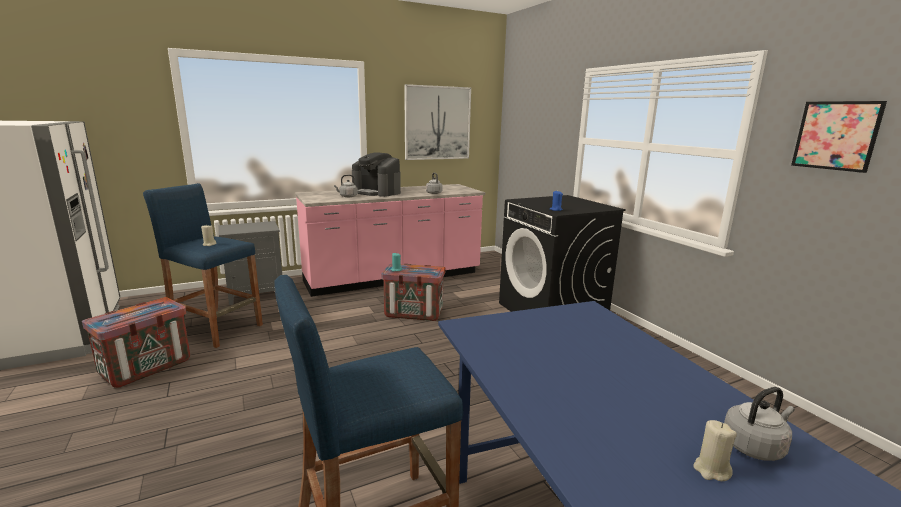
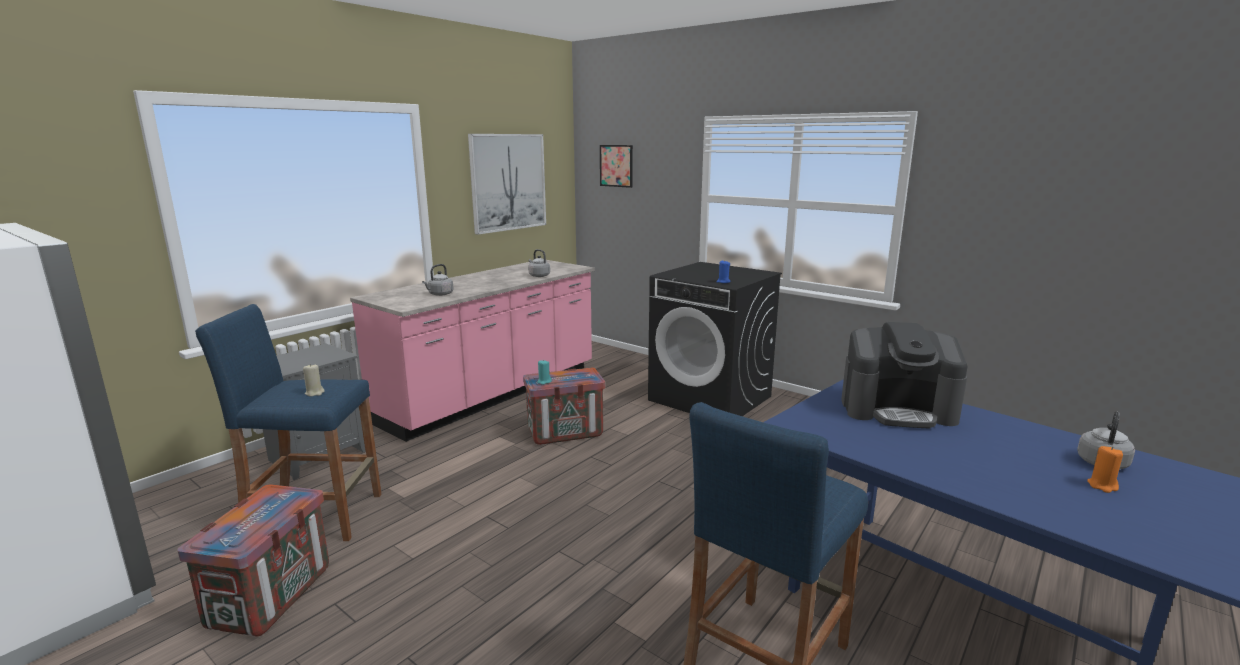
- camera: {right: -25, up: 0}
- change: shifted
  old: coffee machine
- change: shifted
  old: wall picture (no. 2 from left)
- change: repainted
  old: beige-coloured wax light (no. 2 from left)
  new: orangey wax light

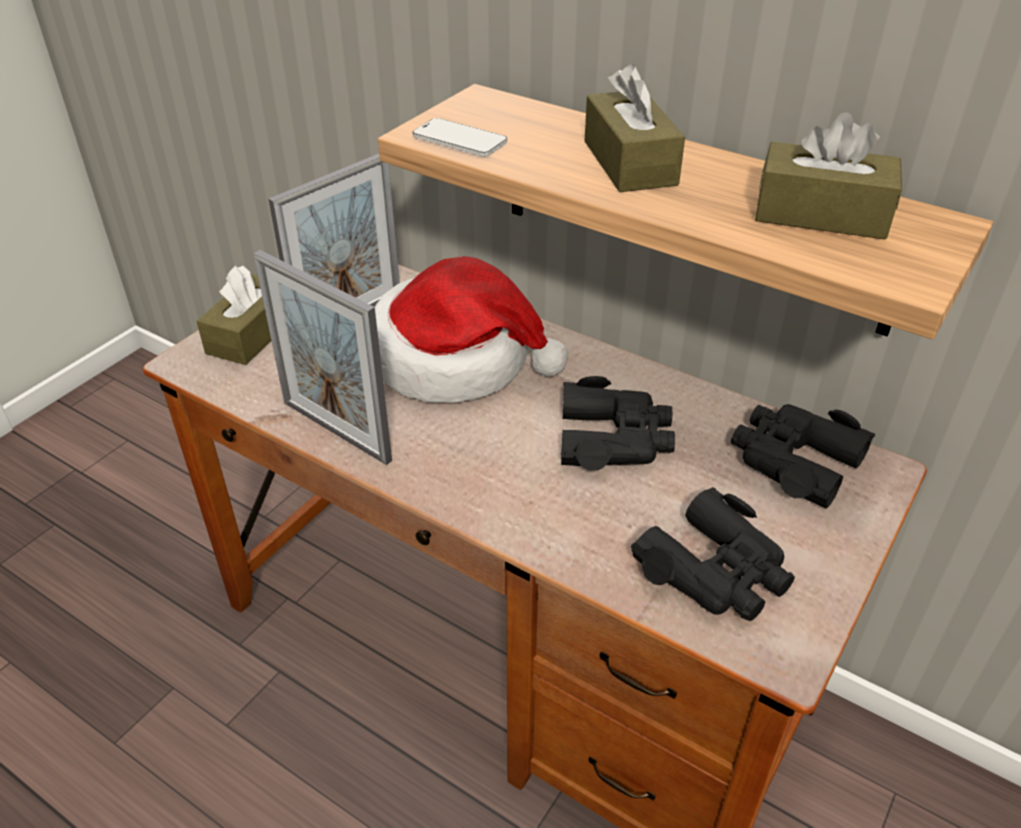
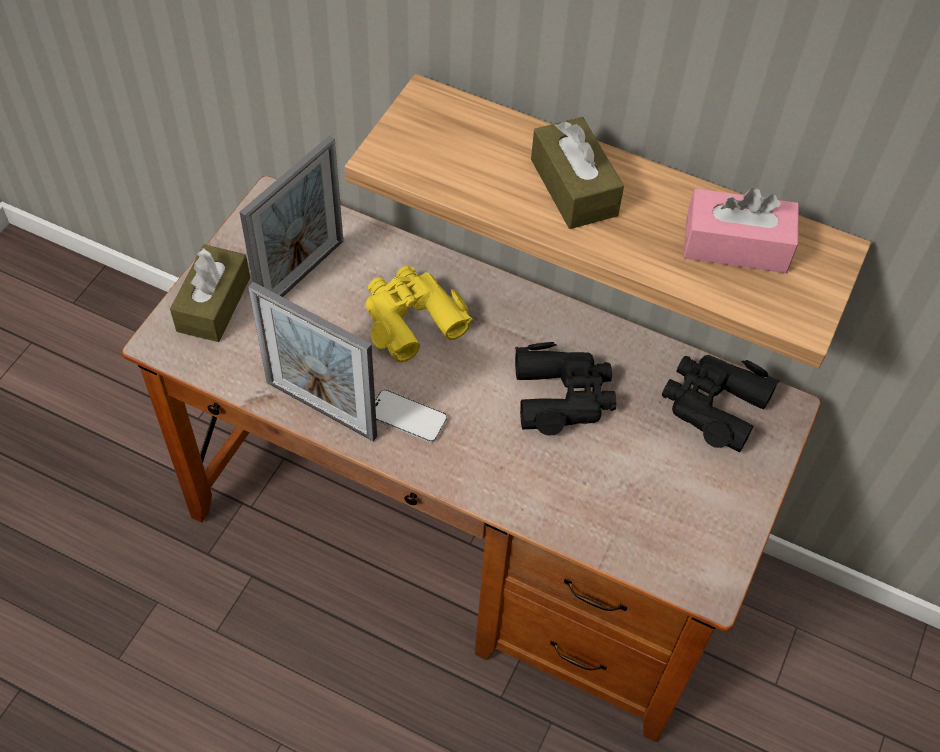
- camera: {right: -10, up: 15}
- change: gone
  old: black-coloured binoculars (no. 2 from left)
- change: shifted
  old: telephone
- change: swapped
  old: clothing hat
  new: yellow-coloured binoculars
- change: repainted
  old: brown-coloured box of tissues (no. 3 from left)
  new: pink-coloured box of tissues

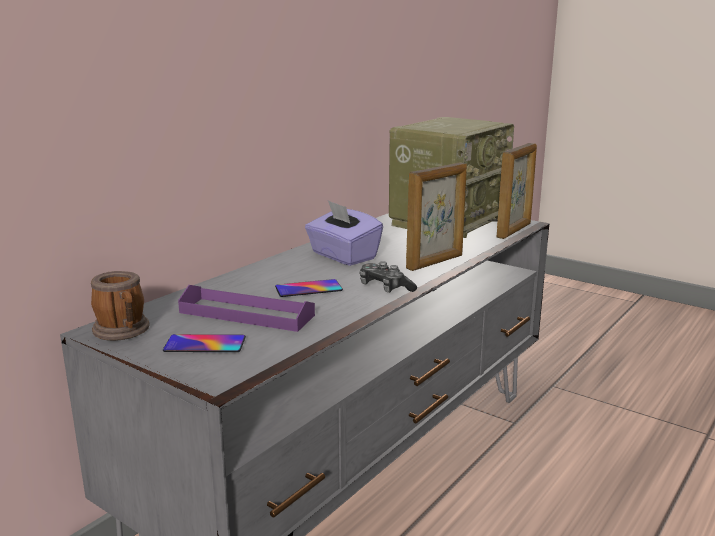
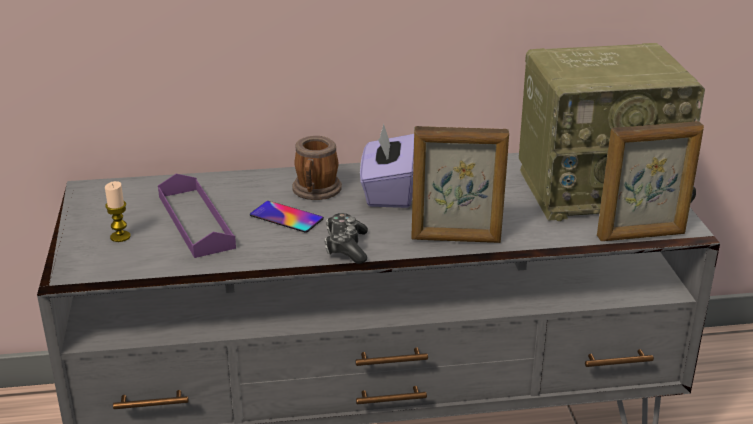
- camera: {right: 45, up: 10}
- change: shifted
  old: mug
- change: swapped
  old: telephone (no. 1 from left)
  new: wax light

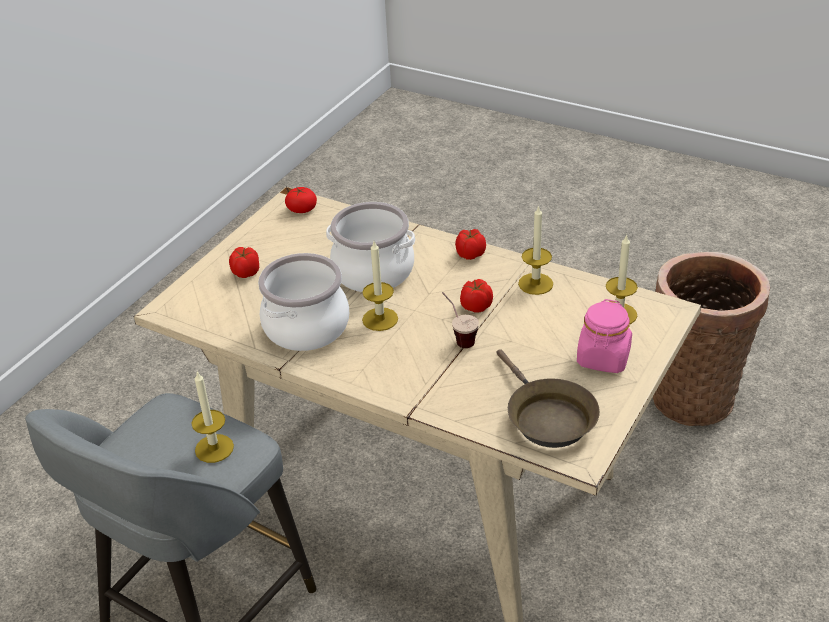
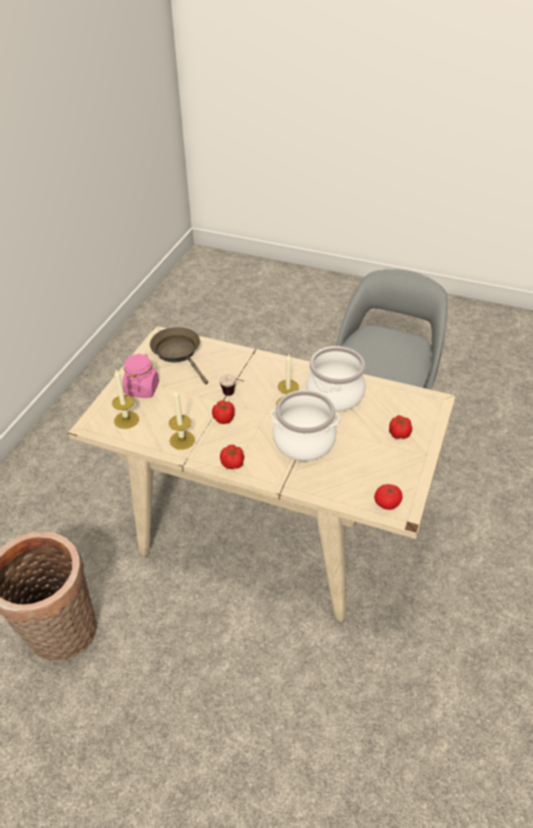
- camera: {right: 170, up: 5}
- change: gone
  old: wax light (no. 1 from left)

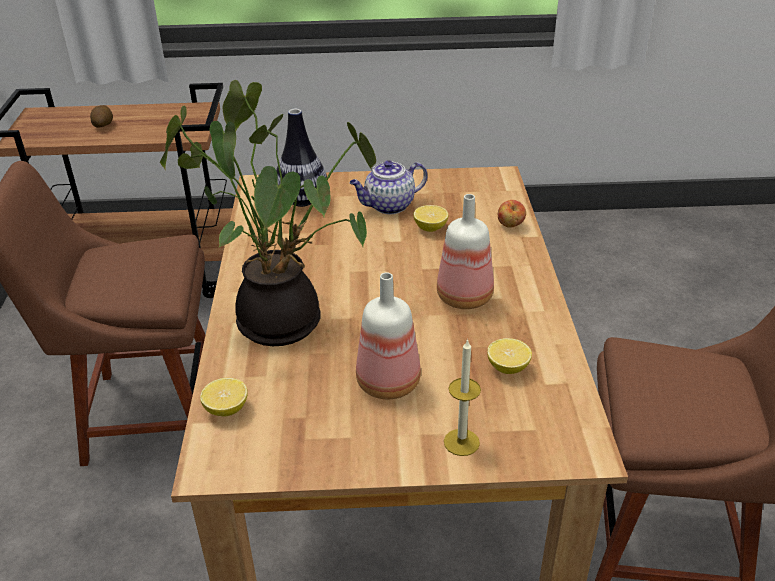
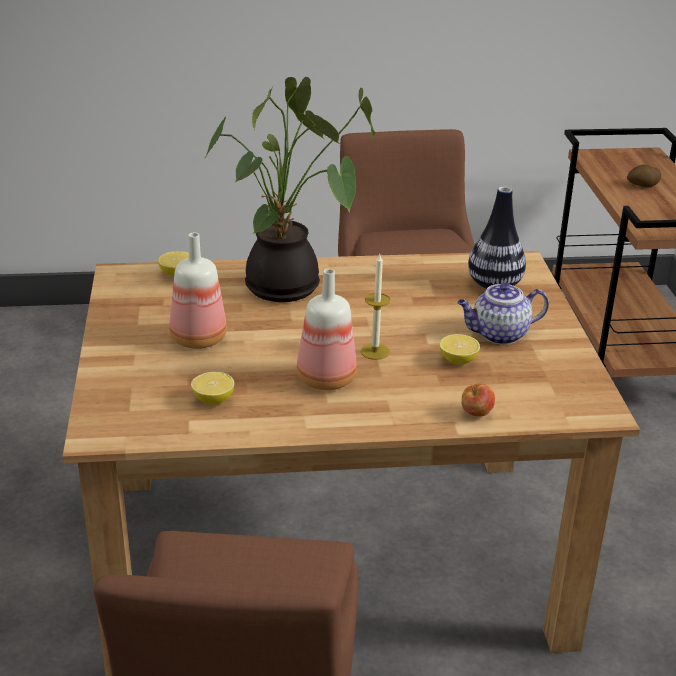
- camera: {right: 85, up: -5}
- change: shifted
  old: wax light
- change: rotated
  old: tea pot
  degrees: -75

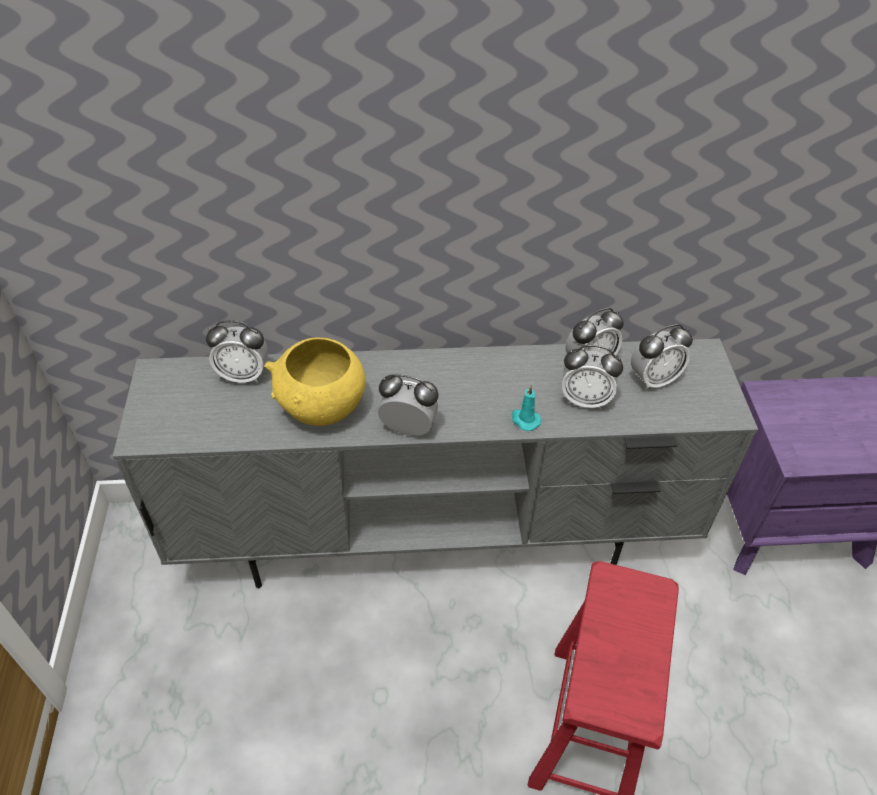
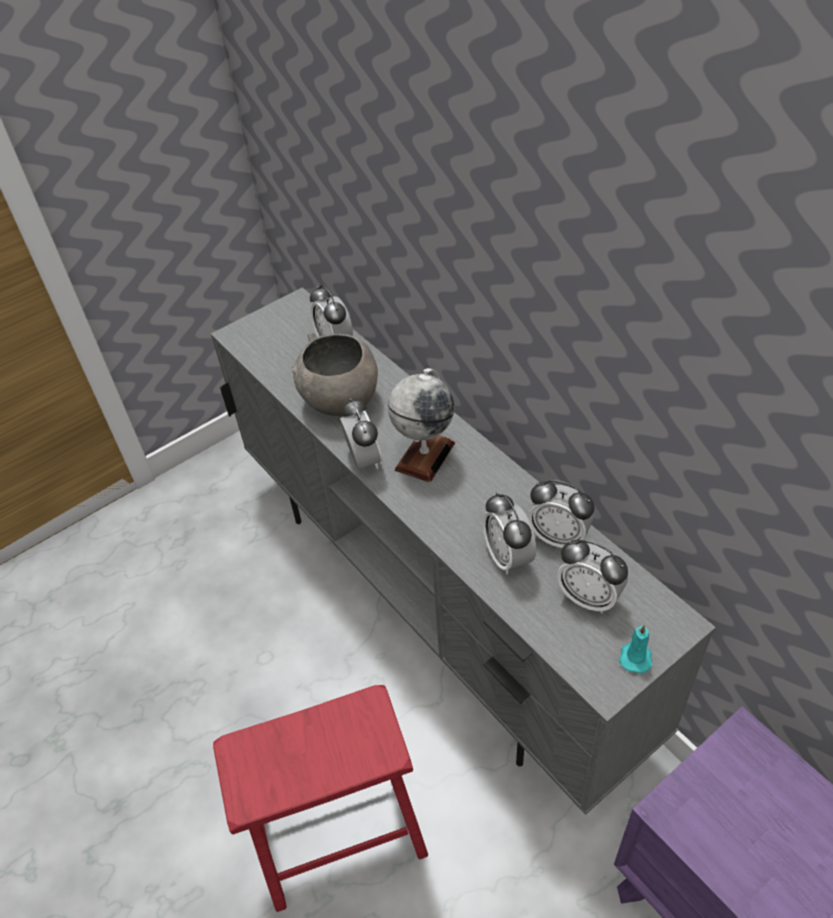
- camera: {right: 60, up: 0}
- change: new
  new: globe
- change: shifted
  old: blue-green wax light
- change: repainted
  old: yellow-coloured serving bowl
  new: grey serving bowl

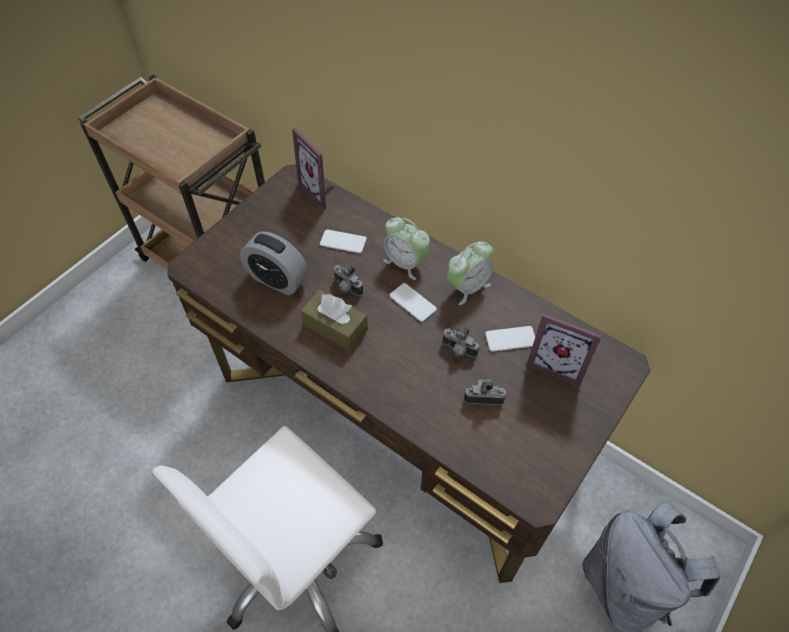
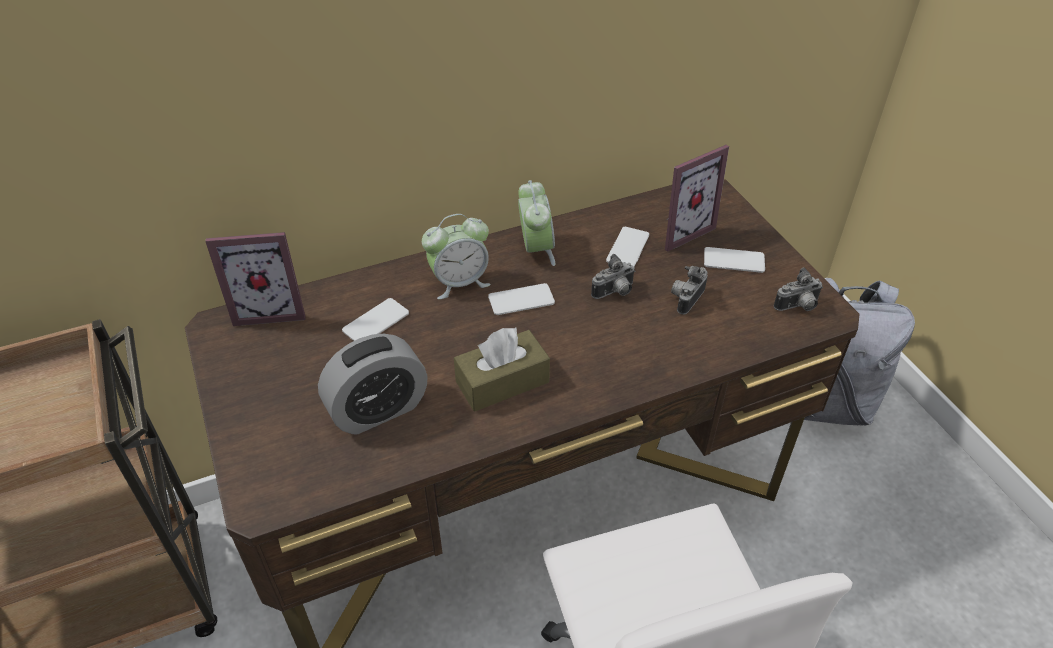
- camera: {right: -60, up: -10}
- change: new
  new: telephone (no. 4 from left)
- change: shifted
  old: photo camera (no. 1 from left in the first image)
  new: photo camera (no. 3 from left)

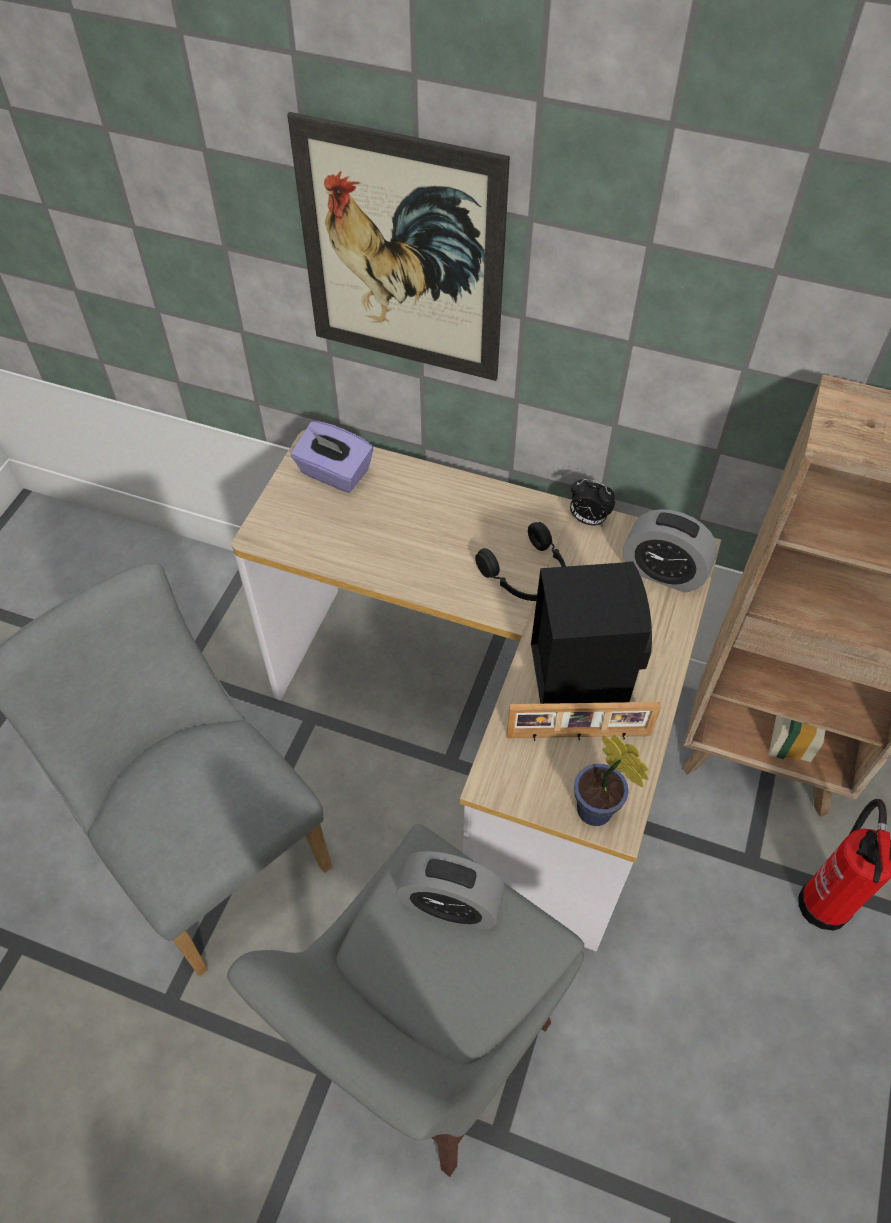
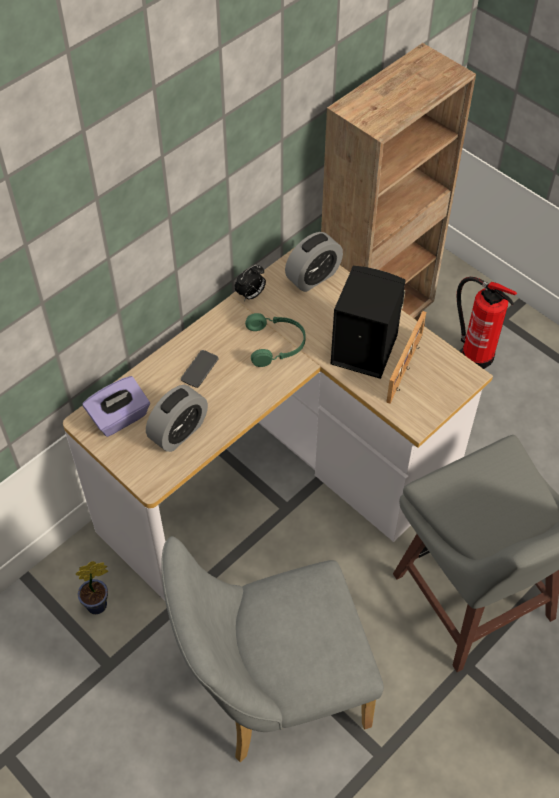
- camera: {right: -65, up: 0}
- change: gone
  old: wall picture
- change: new
  new: telephone
- change: shifted
  old: bedside clock (no. 1 from left)
- change: shifted
  old: houseplant
- change: repainted
  old: black-coloured headphones
  new: green headphones

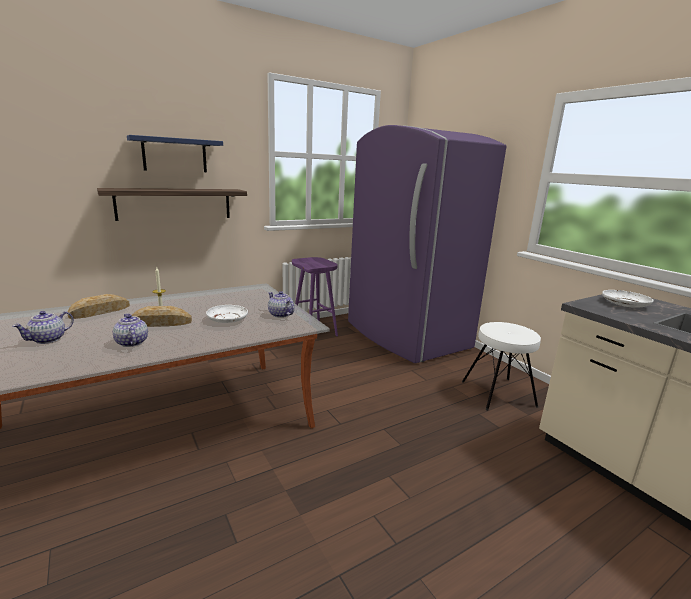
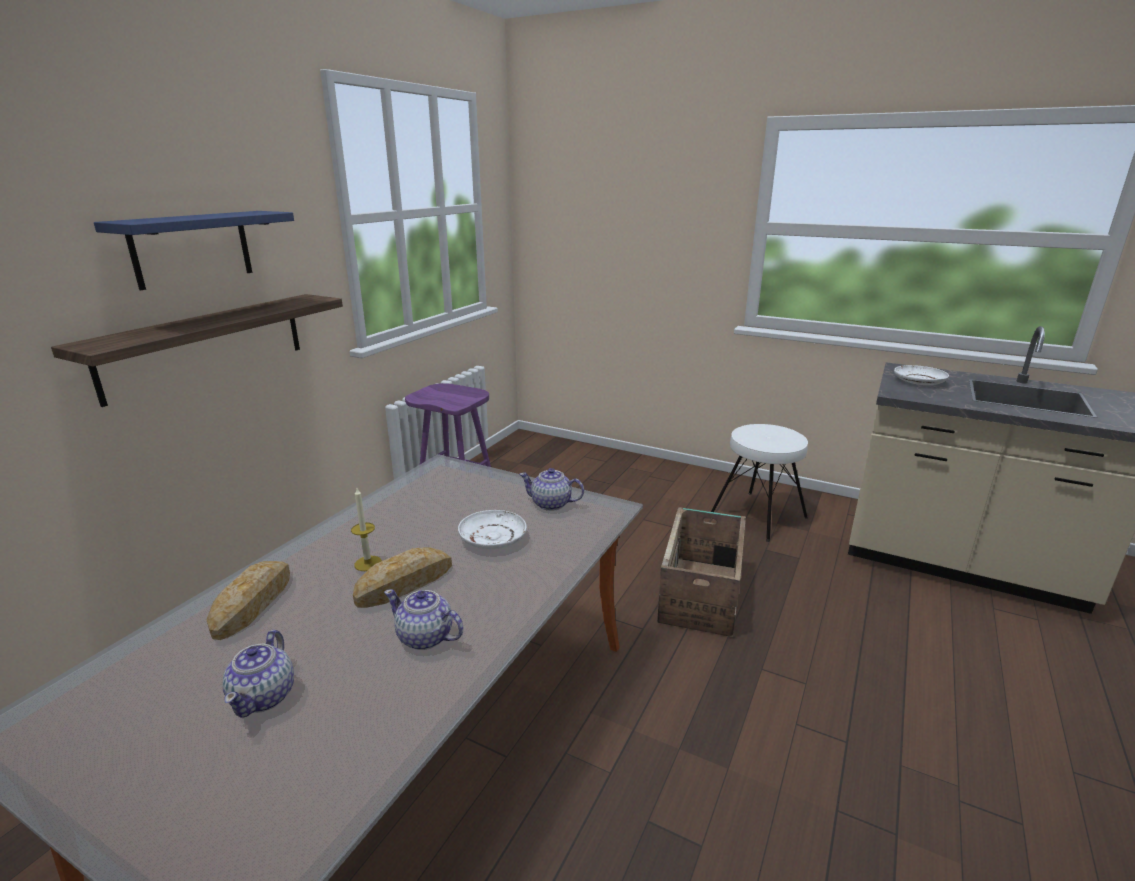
- camera: {right: -30, up: 5}
- change: gone
  old: purplish kitchen fridge
- change: new
  new: shipping crate

